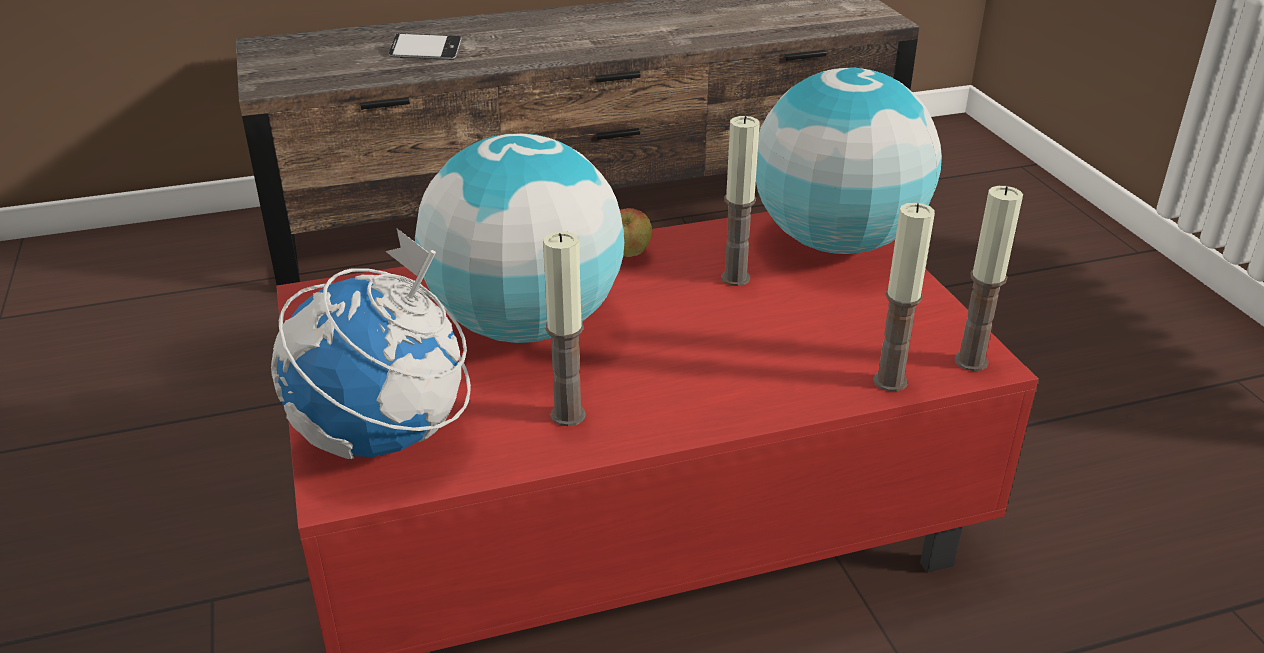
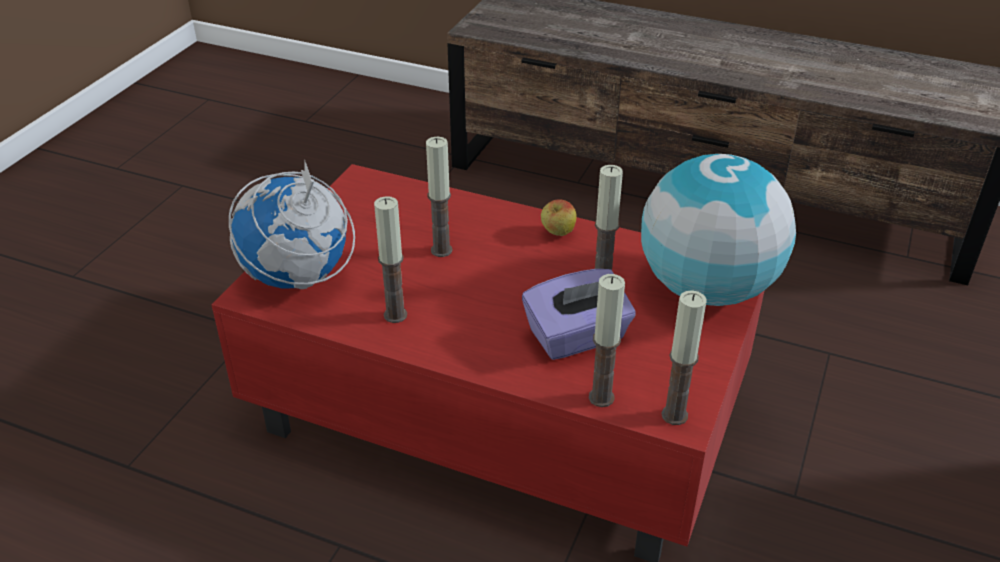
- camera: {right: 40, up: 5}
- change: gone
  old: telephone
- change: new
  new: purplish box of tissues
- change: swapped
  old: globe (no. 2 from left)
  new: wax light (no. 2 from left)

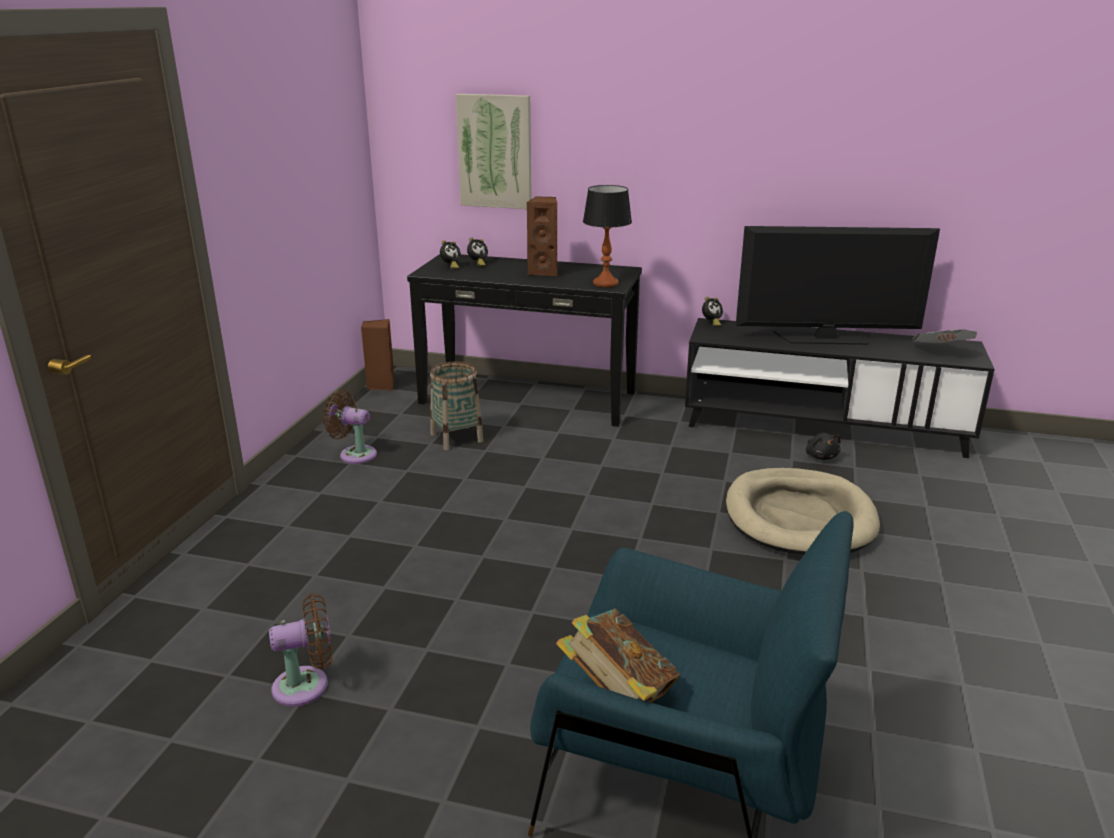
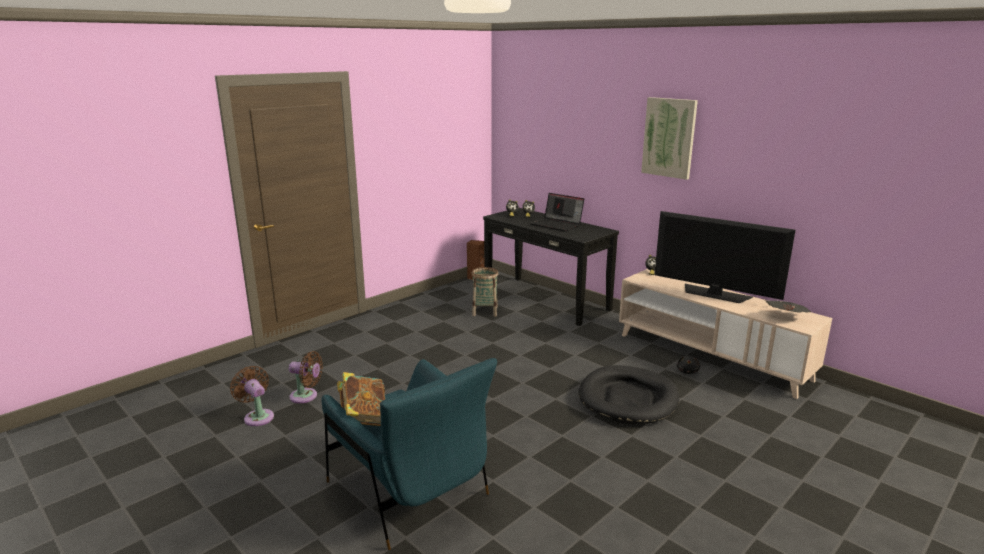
- camera: {right: 30, up: -5}
- change: gone
  old: lamp for a table
- change: shifted
  old: brown-coloured electric fan (no. 2 from left in the first image)
  new: brown-coloured electric fan (no. 1 from left)
- change: shifted
  old: wall picture
- change: swapped
  old: brown-coloured speaker (no. 2 from left)
  new: notebook computer
- change: repainted
  old: black-coloured tv unit
  new: beige-coloured tv unit
- change: repainted
  old: beige-coloured dog bed
  new: black-coloured dog bed

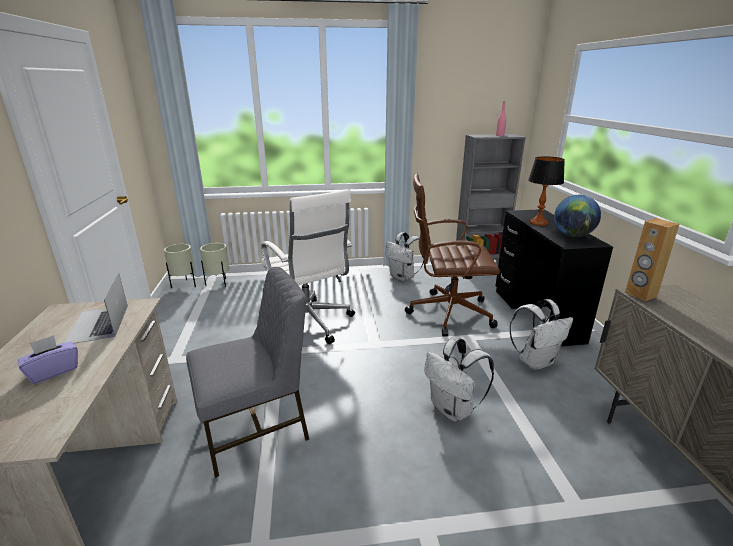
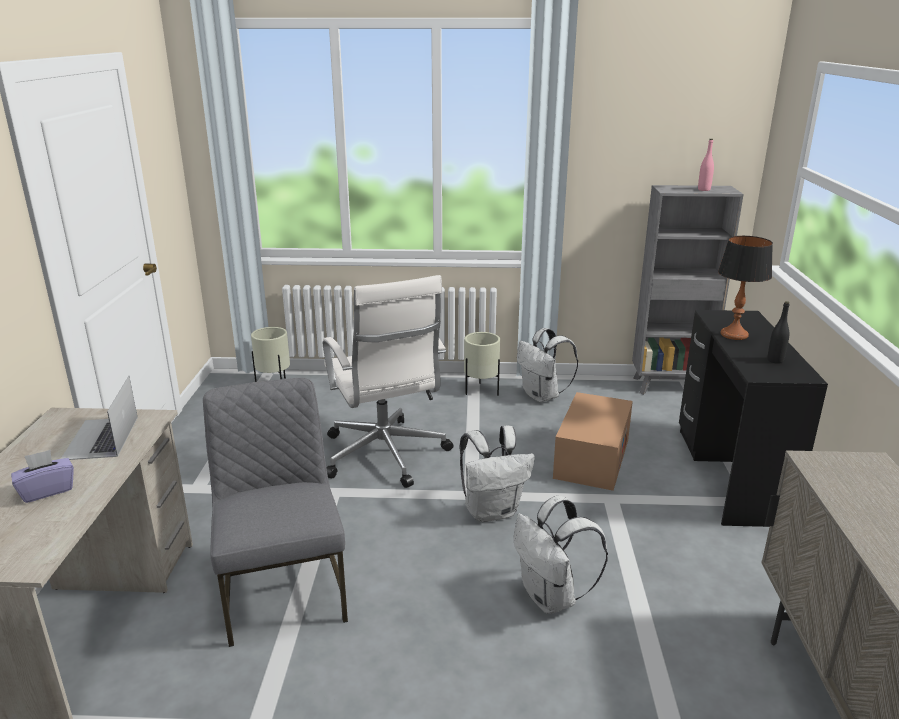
- camera: {right: 10, up: 0}
- change: gone
  old: brown-coloured speaker
- change: shifted
  old: beige-coloured plant pot (no. 1 from left in the first image)
  new: beige-coloured plant pot (no. 2 from left)
- change: shifted
  old: white-coloured rucksack (no. 3 from left in the first image)
  new: white-coloured rucksack (no. 1 from left)
- change: swapped
  old: brown-coloured computer chair
  new: packing box
- change: swapped
  old: globe
  new: black-coloured drink bottle
- change: rotated
  old: grey upright chair
  degrees: -90

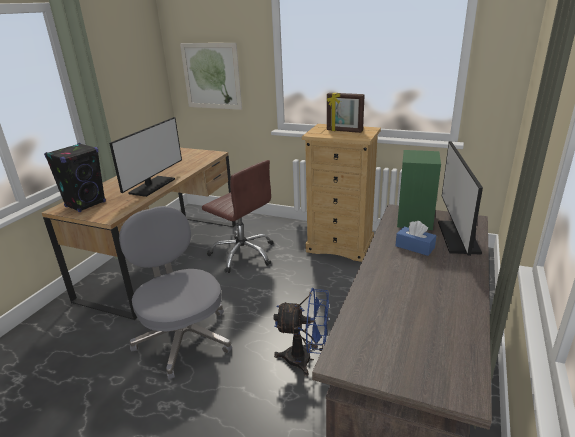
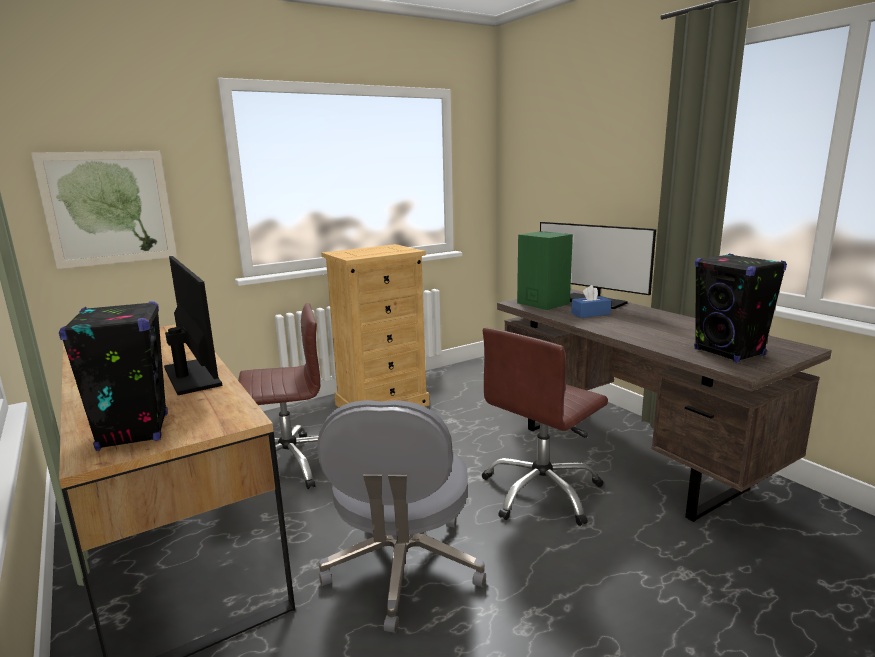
- camera: {right: -55, up: -10}
- change: gone
  old: standing frame
- change: new
  new: black-coloured speaker (no. 2 from left)
- change: swapped
  old: bluish electric fan
  new: brown-coloured computer chair (no. 2 from left)
- change: rotated
  old: grey computer chair
  degrees: -90

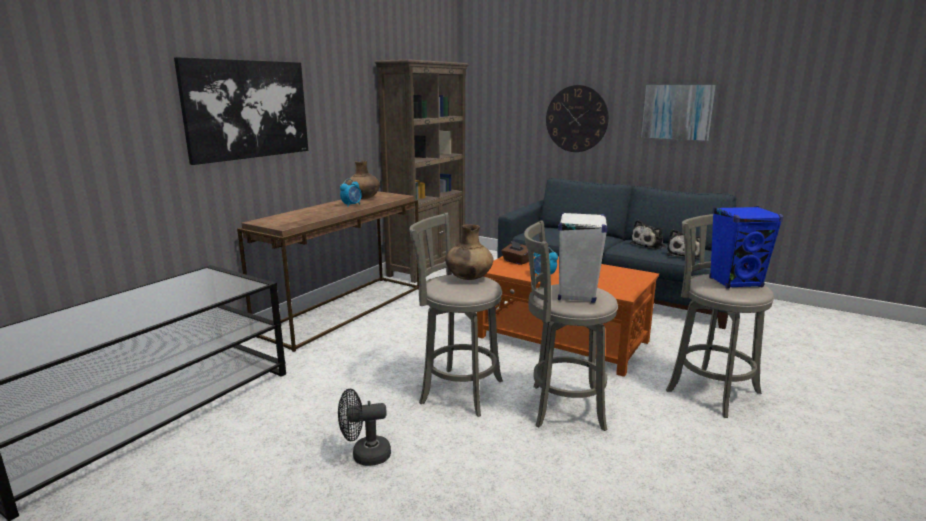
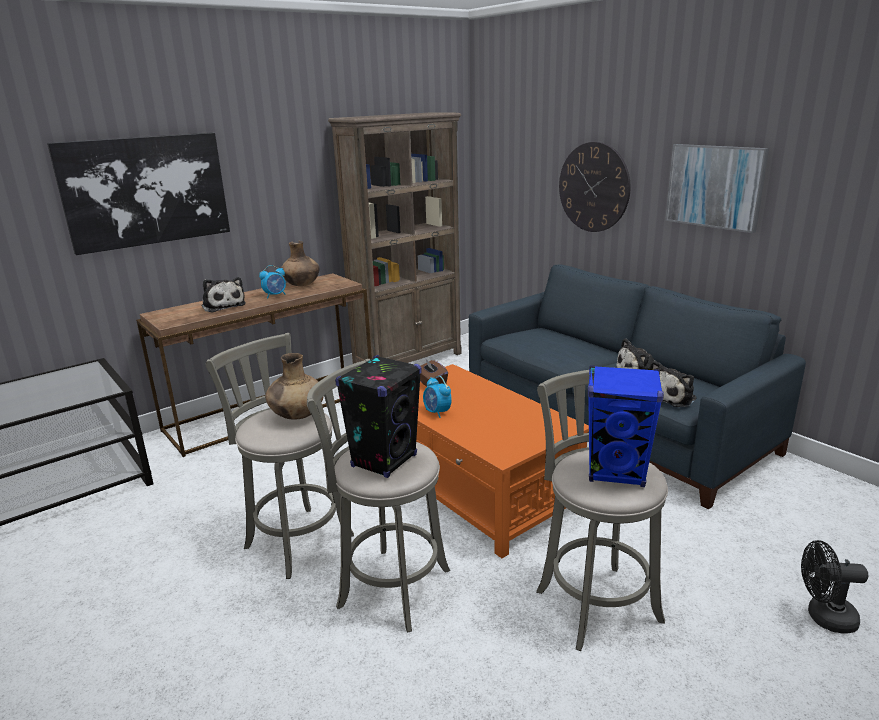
- camera: {right: 20, up: 5}
- change: new
  new: soft toy (no. 1 from left)
- change: shifted
  old: black-coloured electric fan
- change: repainted
  old: white-coloured speaker
  new: black-coloured speaker

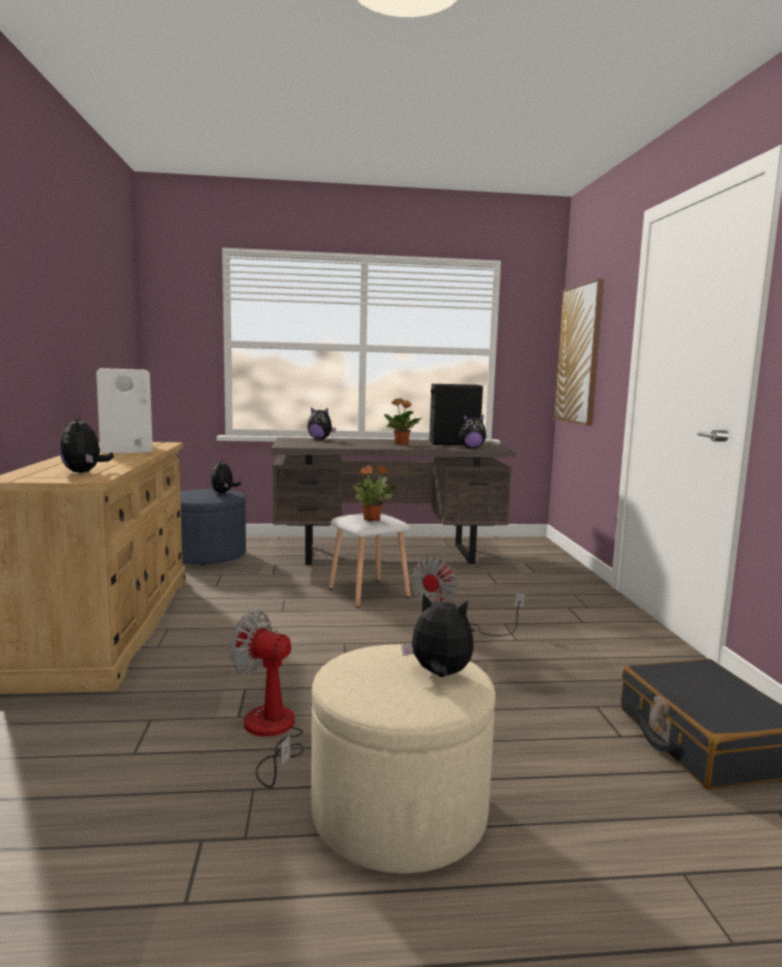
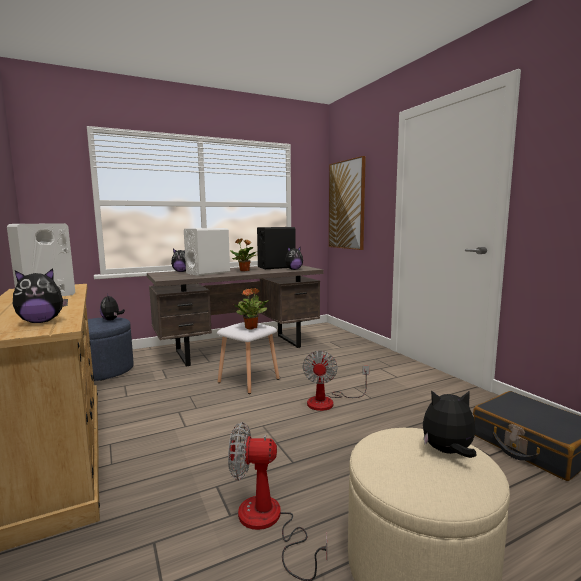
- camera: {right: -20, up: 0}
- change: new
  new: white-coloured speaker (no. 2 from left)
- change: rotated
  old: soft toy (no. 1 from left)
  degrees: -75

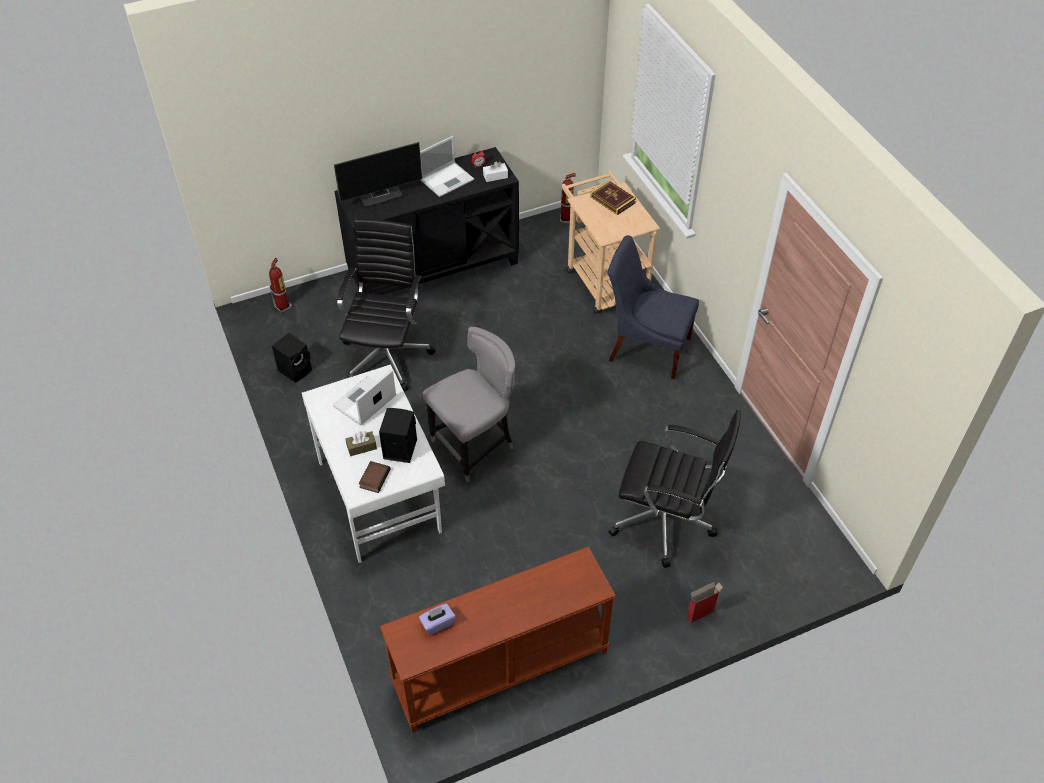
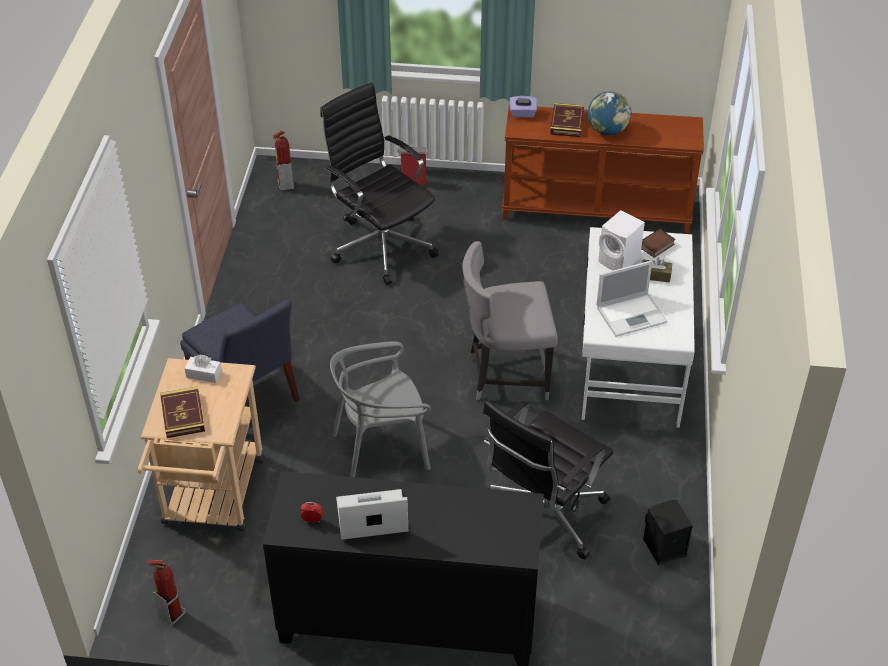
- camera: {right: -150, up: -5}
- change: gone
  old: computer screen
- change: new
  new: grey upright chair (no. 1 from left)
- change: new
  new: book (no. 2 from left)
- change: new
  new: globe
- change: shifted
  old: extinguisher (no. 1 from left in the first image)
  new: extinguisher (no. 2 from left)
- change: shifted
  old: purplish box of tissues
- change: shifted
  old: white-coloured box of tissues
- change: repainted
  old: black-coloured speaker (no. 2 from left)
  new: white-coloured speaker

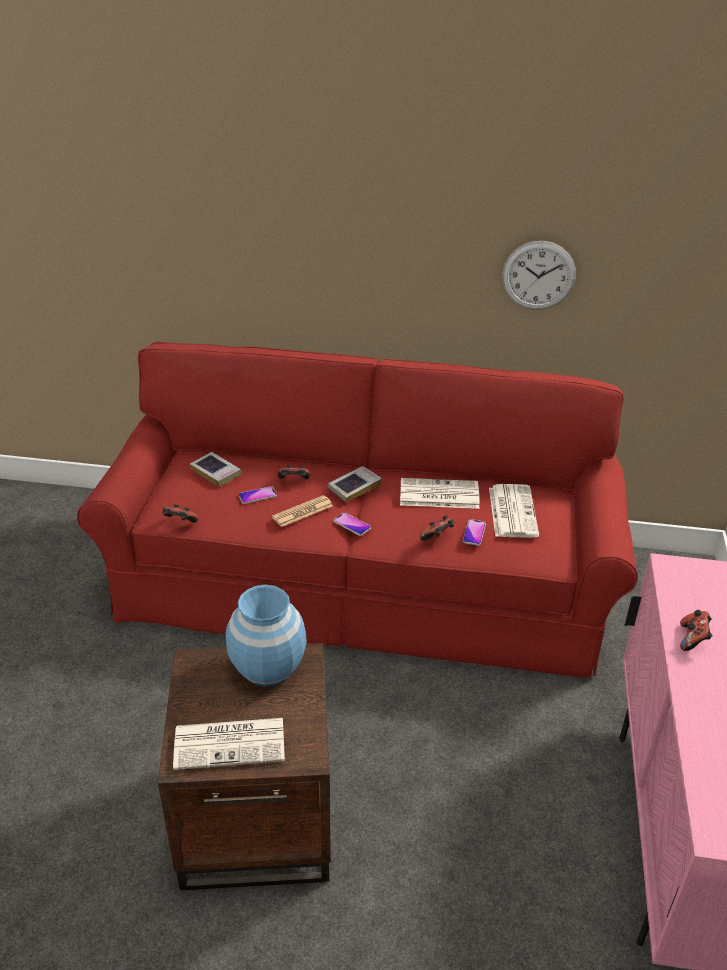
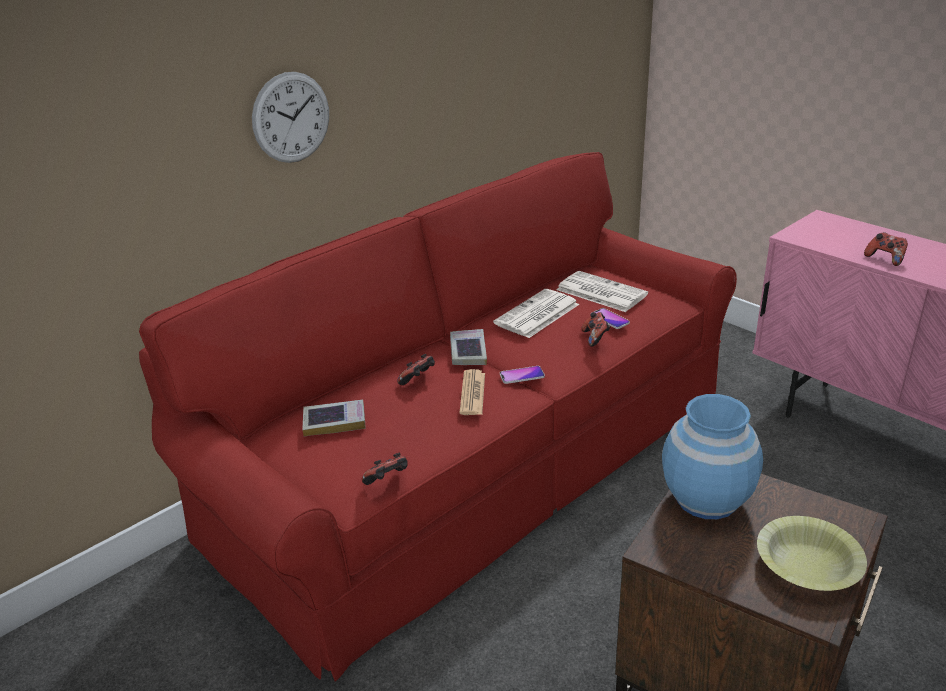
- camera: {right: -50, up: -5}
- change: gone
  old: telephone (no. 1 from left)
- change: shifted
  old: wall clock
- change: swapped
  old: newspaper (no. 1 from left)
  new: yellow-coloured serving bowl

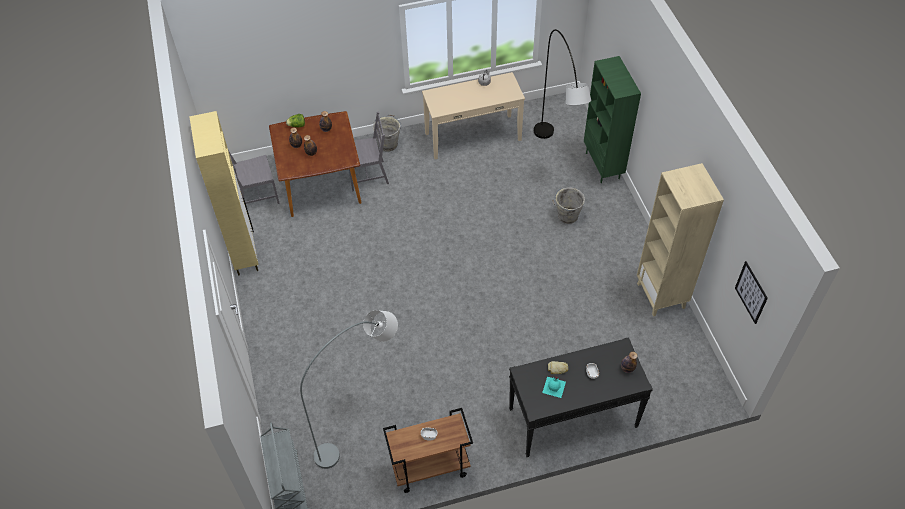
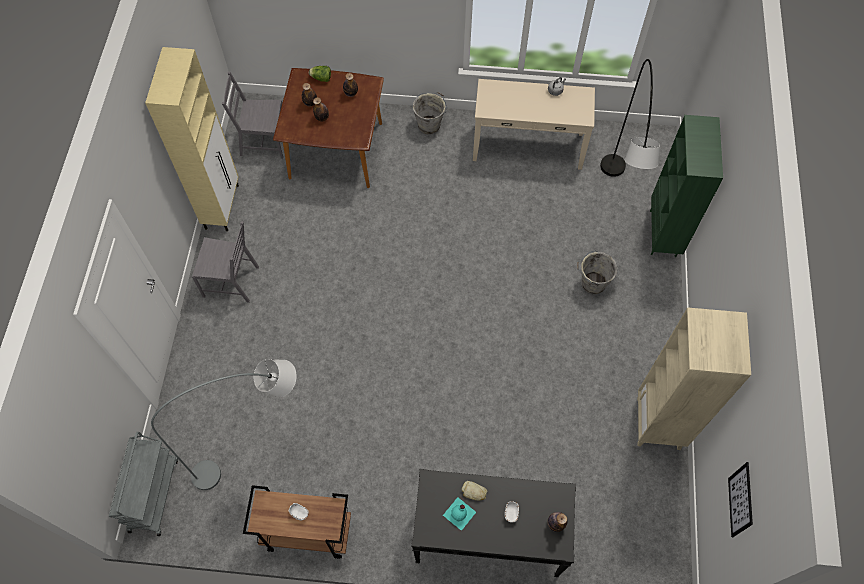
- camera: {right: 20, up: 10}
- change: shifted
  old: grey upright chair (no. 2 from left in the first image)
  new: grey upright chair (no. 1 from left)

